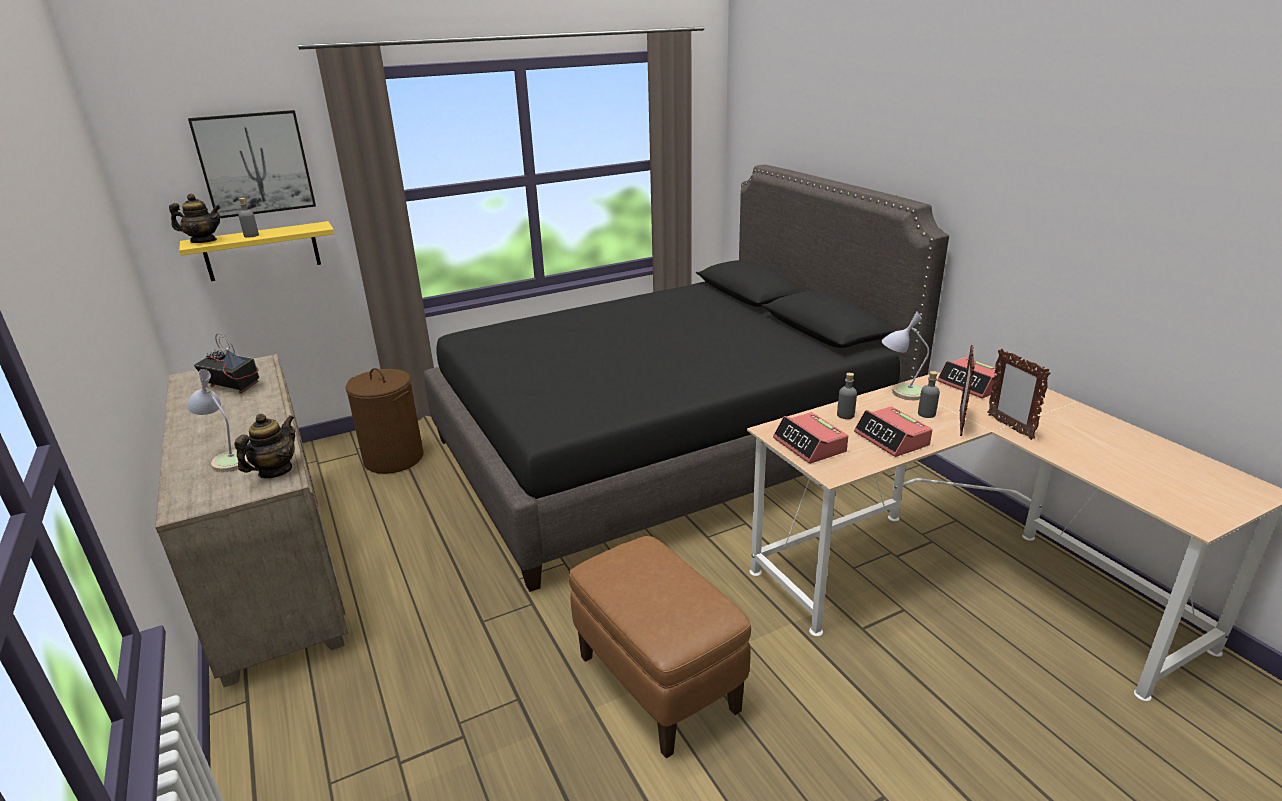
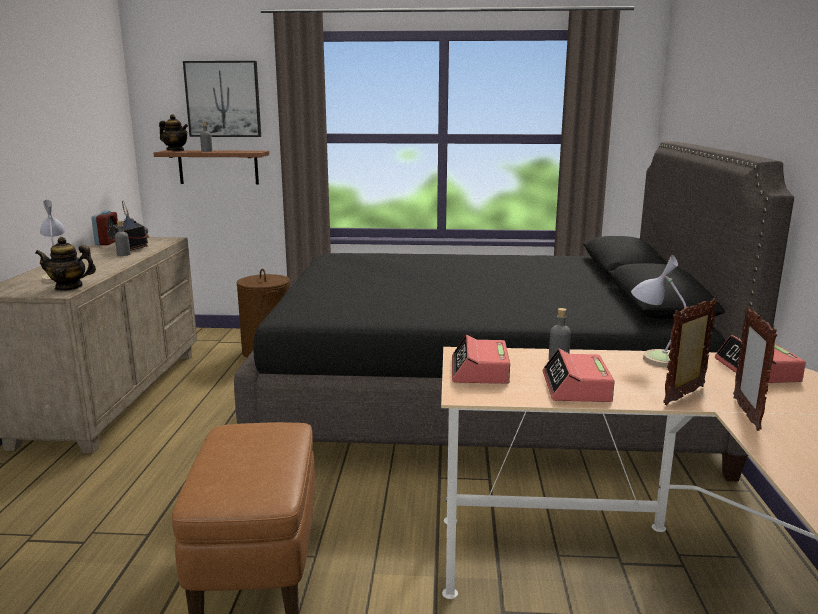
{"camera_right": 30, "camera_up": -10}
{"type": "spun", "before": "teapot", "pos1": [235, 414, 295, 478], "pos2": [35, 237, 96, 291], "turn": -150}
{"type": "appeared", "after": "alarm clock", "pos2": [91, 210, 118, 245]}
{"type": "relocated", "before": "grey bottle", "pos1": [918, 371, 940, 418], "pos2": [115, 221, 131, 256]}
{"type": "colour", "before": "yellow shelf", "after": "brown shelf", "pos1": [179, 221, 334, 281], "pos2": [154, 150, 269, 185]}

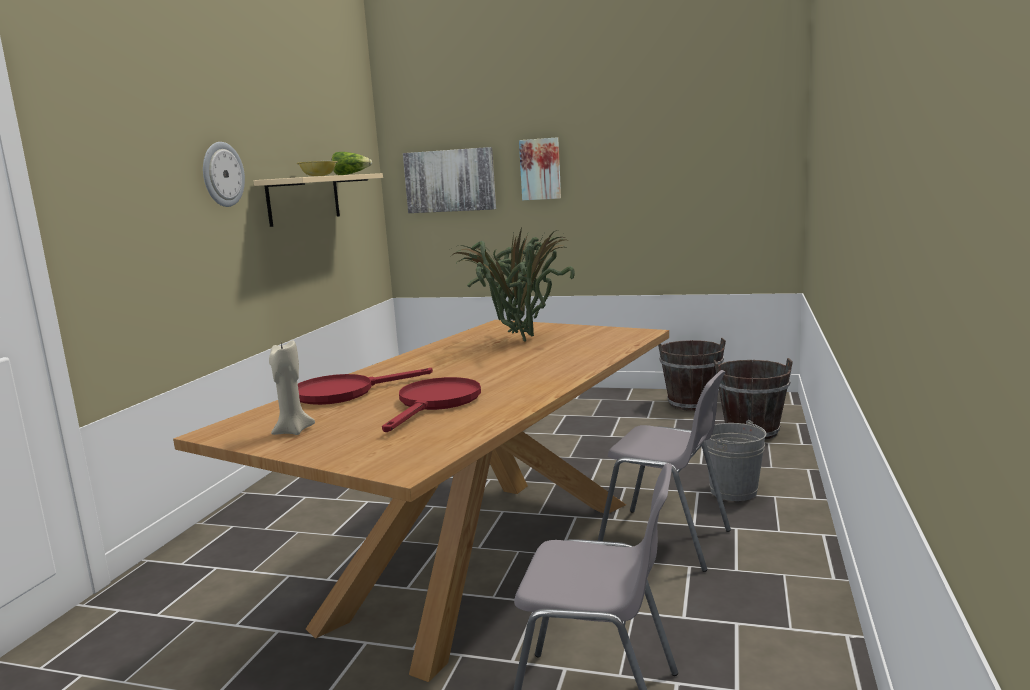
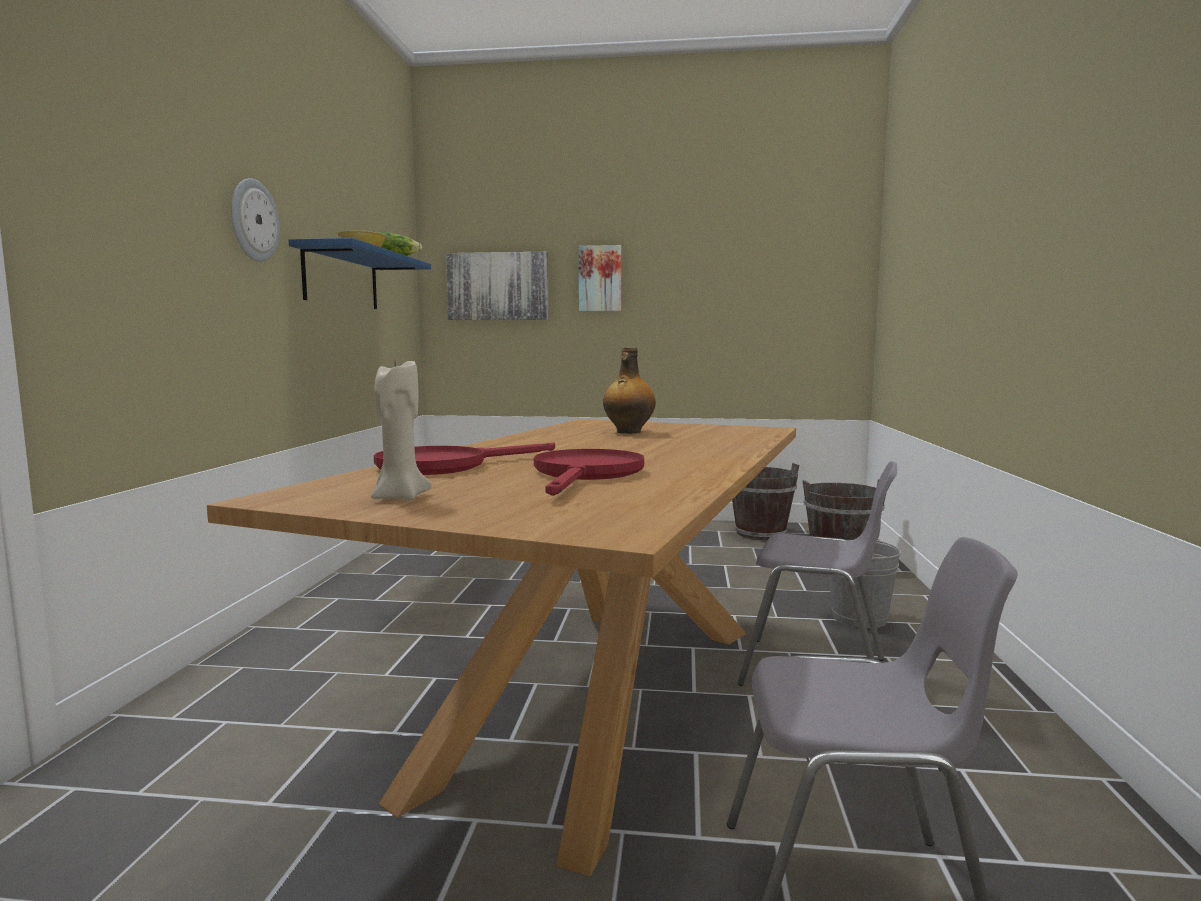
{"camera_right": -10, "camera_up": -5}
{"type": "colour", "before": "beige shelf", "after": "blue shelf", "pos1": [254, 173, 383, 227], "pos2": [289, 238, 431, 309]}
{"type": "exchanged", "before": "potted plant", "after": "bottle", "pos1": [450, 227, 575, 342], "pos2": [603, 347, 656, 434]}

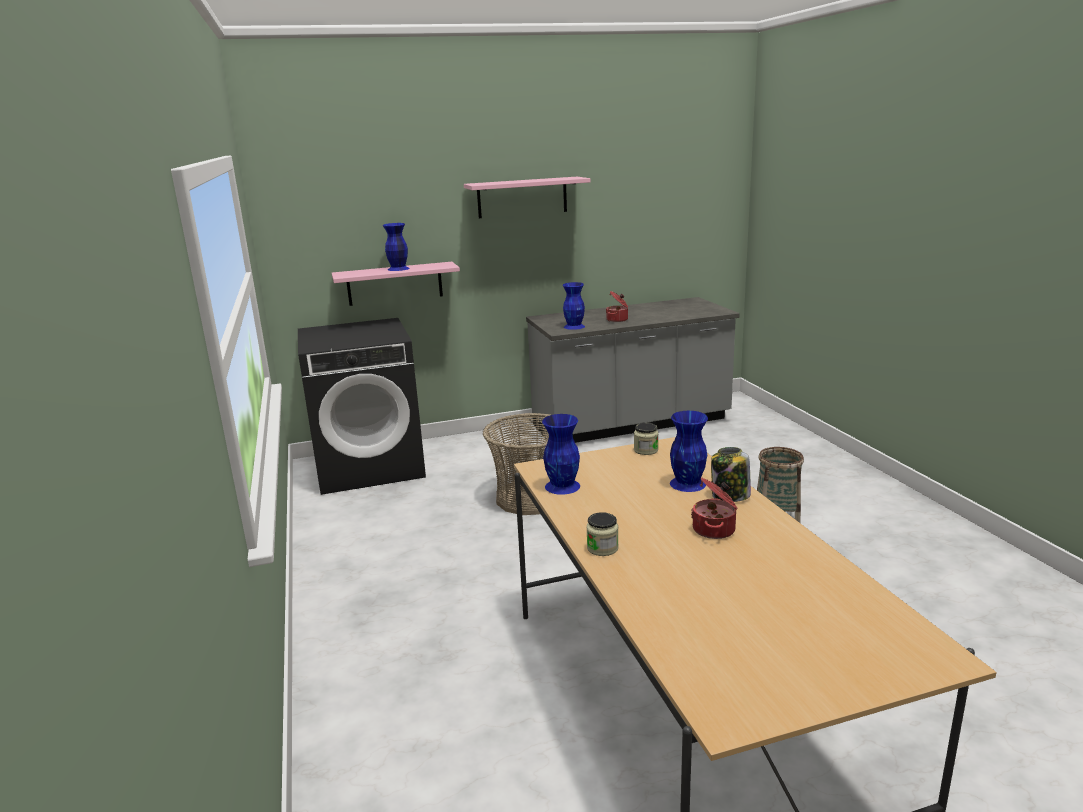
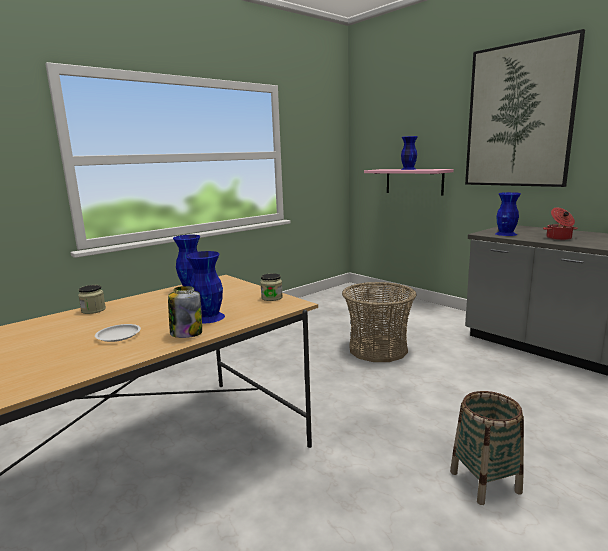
{"camera_right": 65, "camera_up": -5}
{"type": "exchanged", "before": "cooking pot", "after": "white plate", "pos1": [691, 477, 738, 539], "pos2": [95, 324, 141, 342]}
{"type": "exchanged", "before": "pink shelf", "after": "picture", "pos1": [464, 177, 590, 218], "pos2": [465, 29, 585, 187]}
{"type": "missing", "before": "black washing machine", "pos1": [298, 318, 426, 495]}

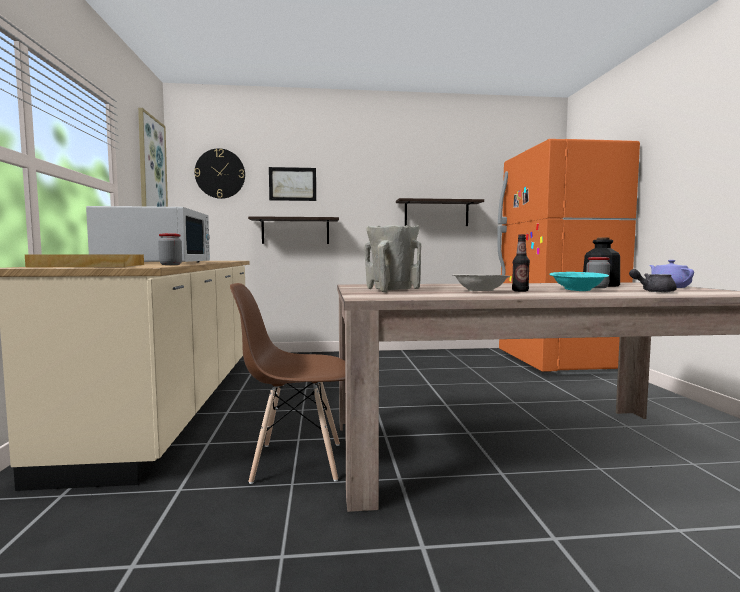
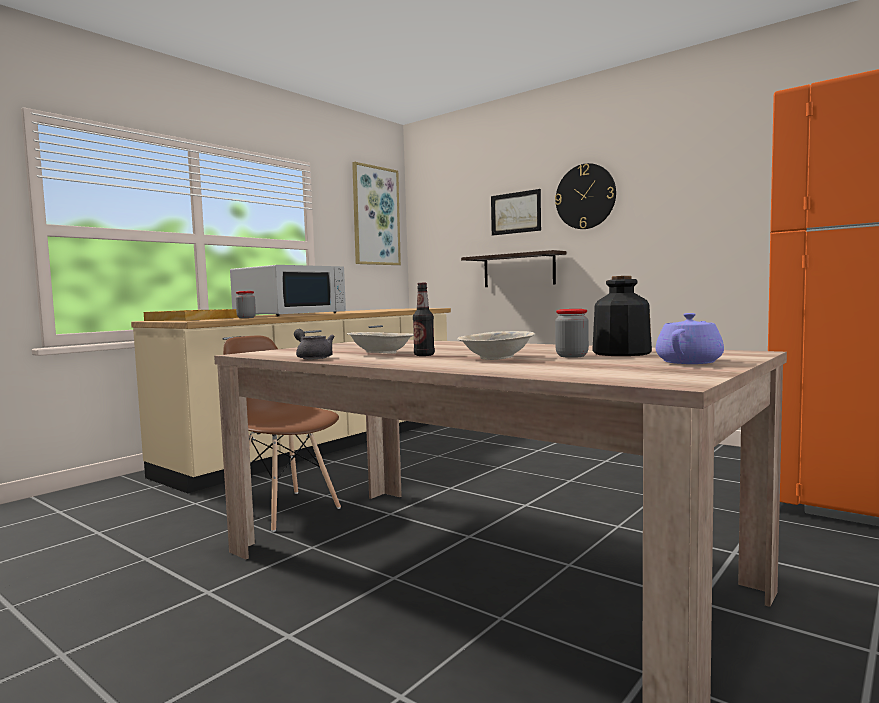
{"camera_right": 45, "camera_up": 0}
{"type": "relocated", "before": "grey teapot", "pos1": [629, 269, 677, 292], "pos2": [294, 329, 334, 359]}
{"type": "colour", "before": "turquoise bowl", "after": "beige bowl", "pos1": [549, 272, 609, 291], "pos2": [457, 331, 535, 360]}
{"type": "relocated", "before": "wall clock", "pos1": [194, 148, 245, 199], "pos2": [555, 163, 616, 229]}
{"type": "missing", "before": "beige vase", "pos1": [365, 225, 421, 292]}
{"type": "missing", "before": "shelf", "pos1": [396, 198, 484, 226]}

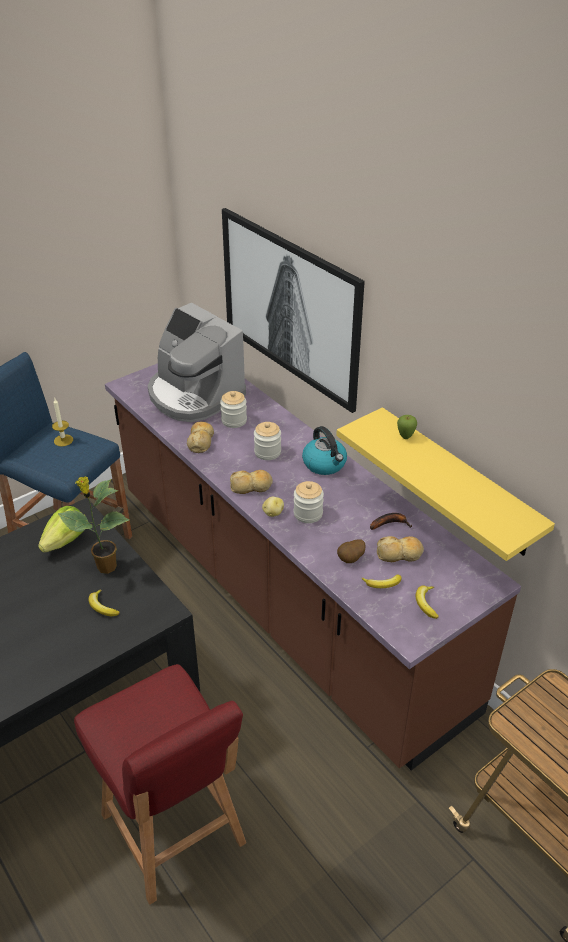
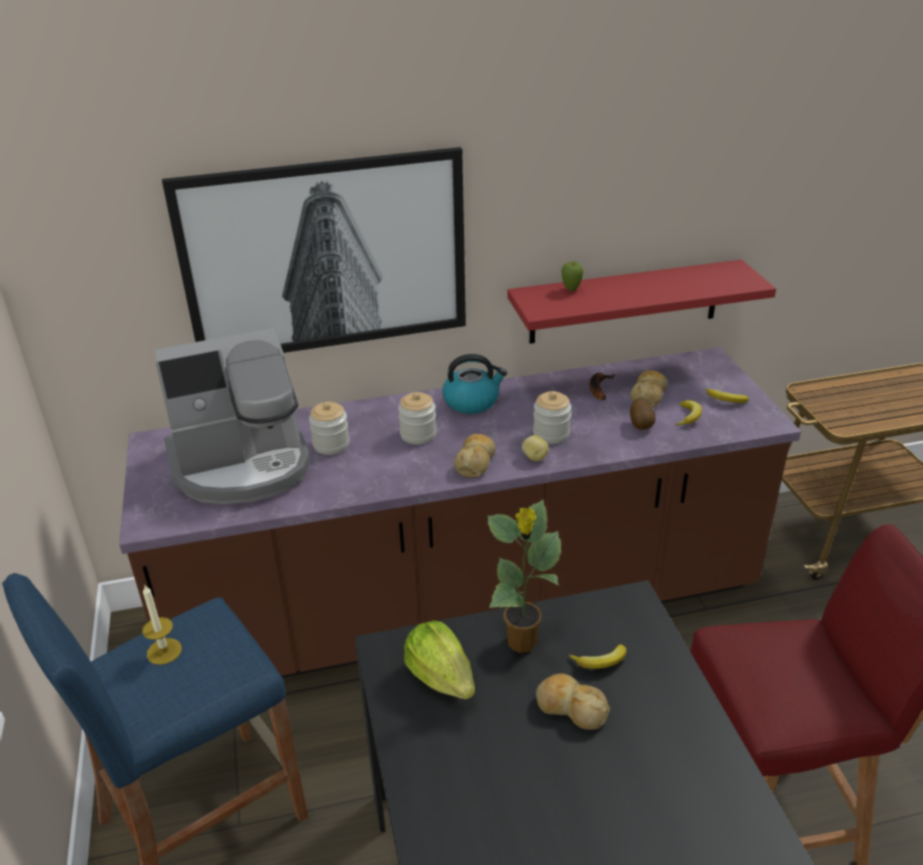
{"camera_right": -65, "camera_up": -5}
{"type": "colour", "before": "yellow shelf", "after": "red shelf", "pos1": [336, 407, 555, 561], "pos2": [507, 259, 776, 344]}
{"type": "relocated", "before": "bread", "pos1": [187, 422, 214, 453], "pos2": [536, 674, 610, 730]}

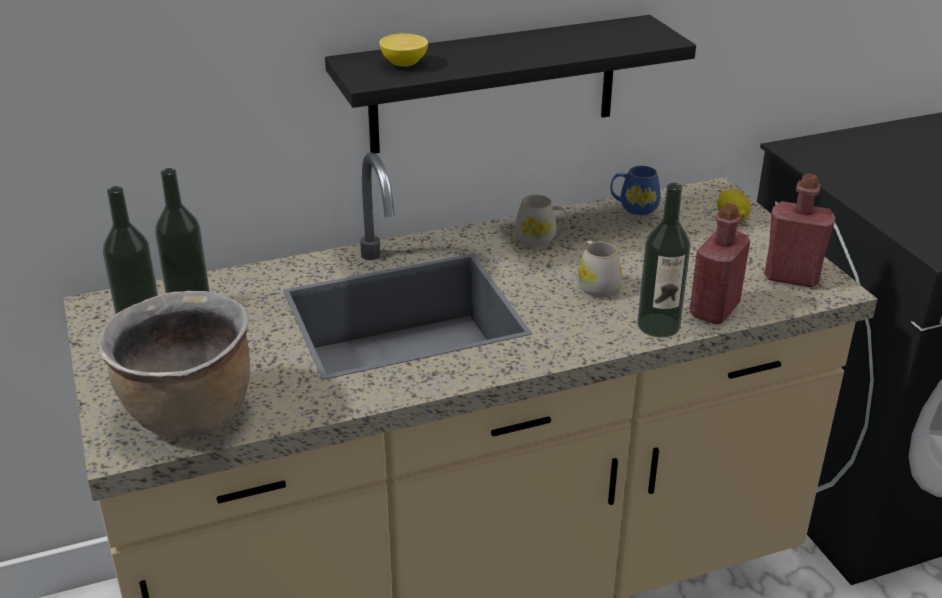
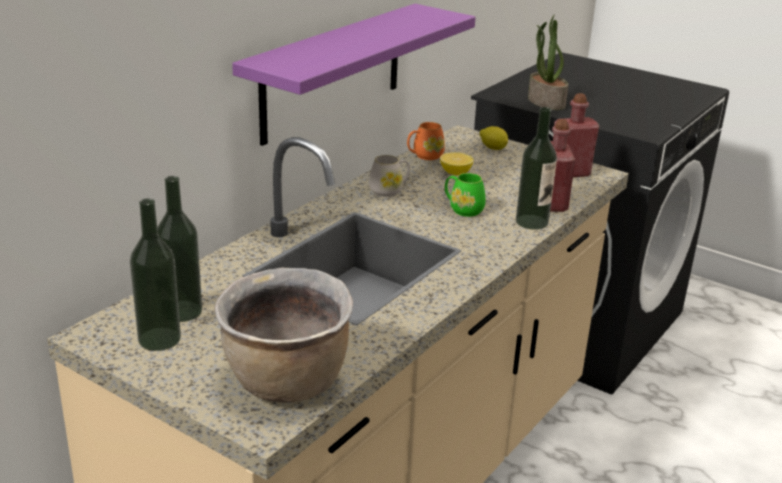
{"camera_right": -35, "camera_up": -5}
{"type": "colour", "before": "black shelf", "after": "purple shelf", "pos1": [325, 15, 696, 153], "pos2": [232, 4, 476, 146]}
{"type": "colour", "before": "blue mug", "after": "orange mug", "pos1": [610, 166, 661, 215], "pos2": [407, 122, 445, 160]}
{"type": "relocated", "before": "lemon", "pos1": [379, 33, 428, 67], "pos2": [440, 152, 474, 176]}
{"type": "colour", "before": "white mug", "after": "green mug", "pos1": [577, 241, 622, 297], "pos2": [445, 173, 486, 217]}
{"type": "appeared", "after": "potted plant", "pos2": [528, 14, 568, 110]}

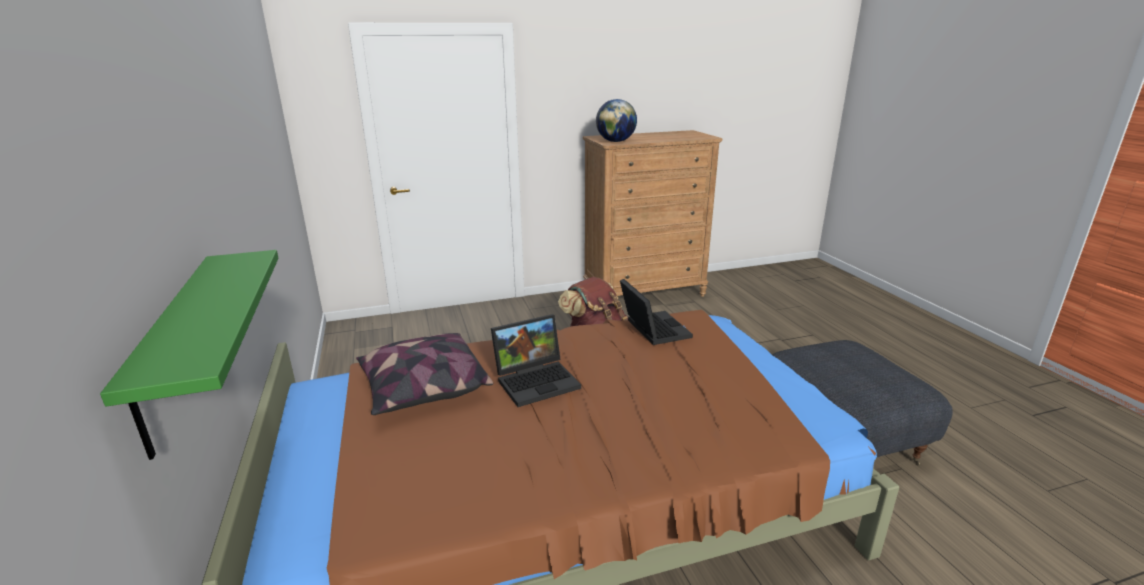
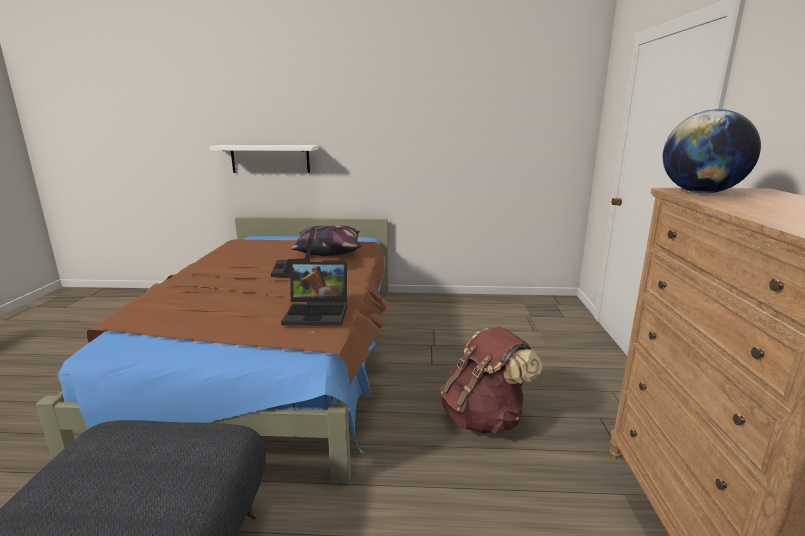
{"camera_right": 110, "camera_up": -5}
{"type": "colour", "before": "green shelf", "after": "white shelf", "pos1": [100, 250, 278, 460], "pos2": [209, 145, 319, 173]}

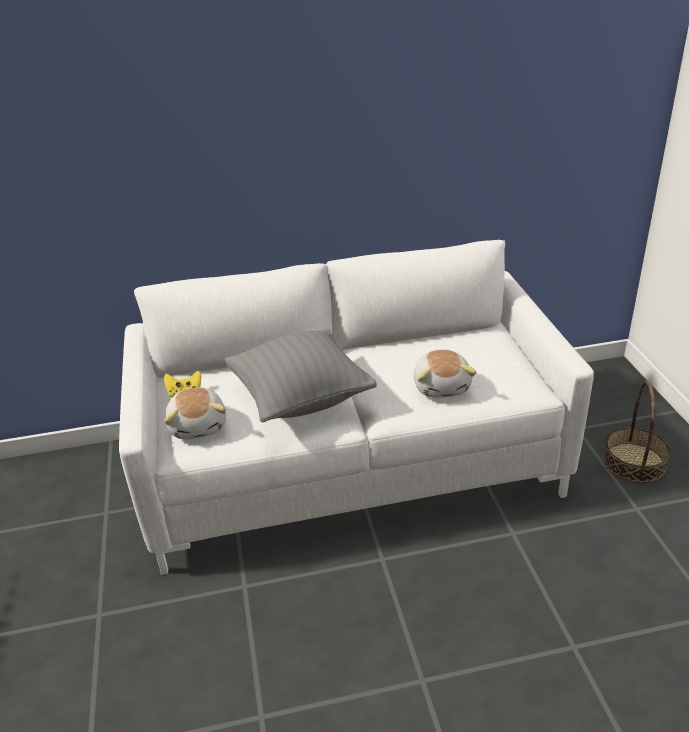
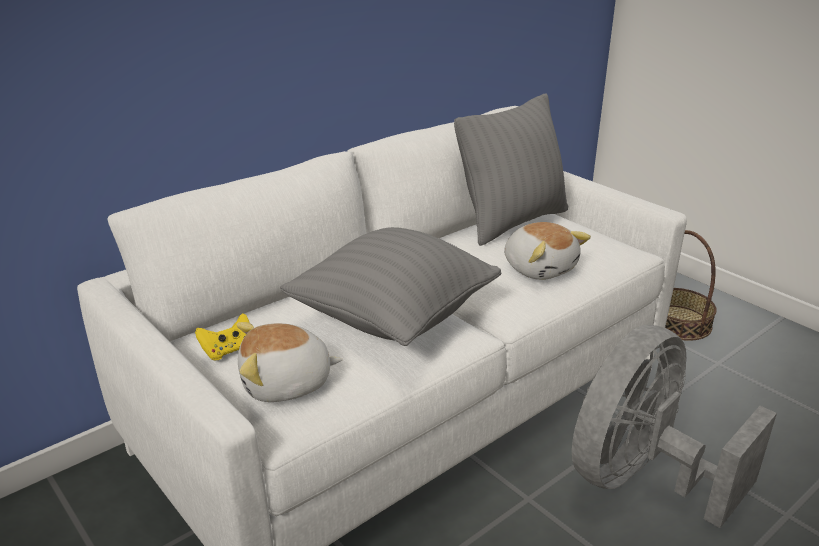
{"camera_right": -30, "camera_up": -5}
{"type": "spun", "before": "plush toy", "pos1": [165, 387, 226, 440], "pos2": [237, 322, 343, 402], "turn": 120}
{"type": "appeared", "after": "grey pillow", "pos2": [454, 93, 568, 246]}
{"type": "appeared", "after": "grey fan", "pos2": [572, 325, 777, 528]}

